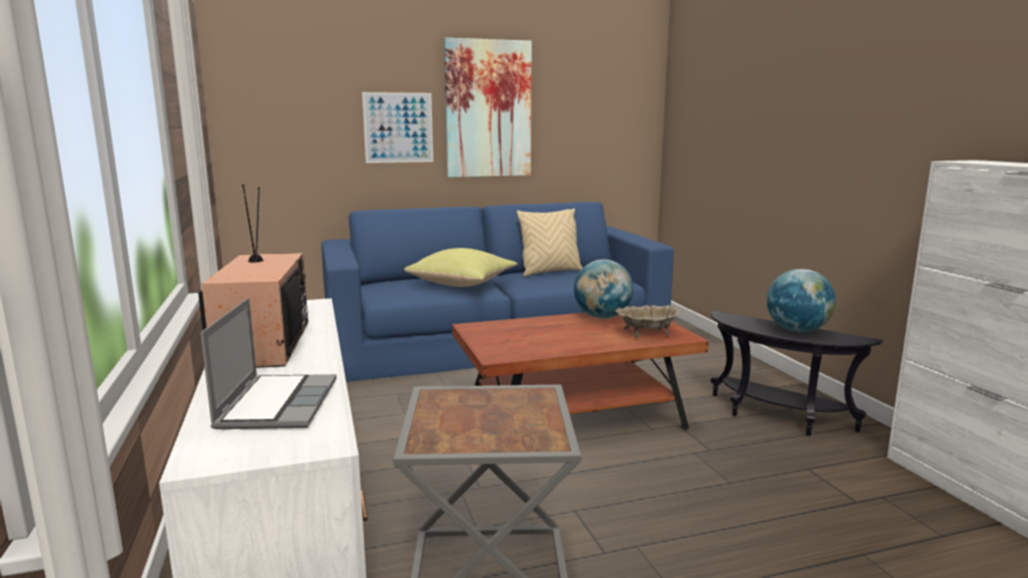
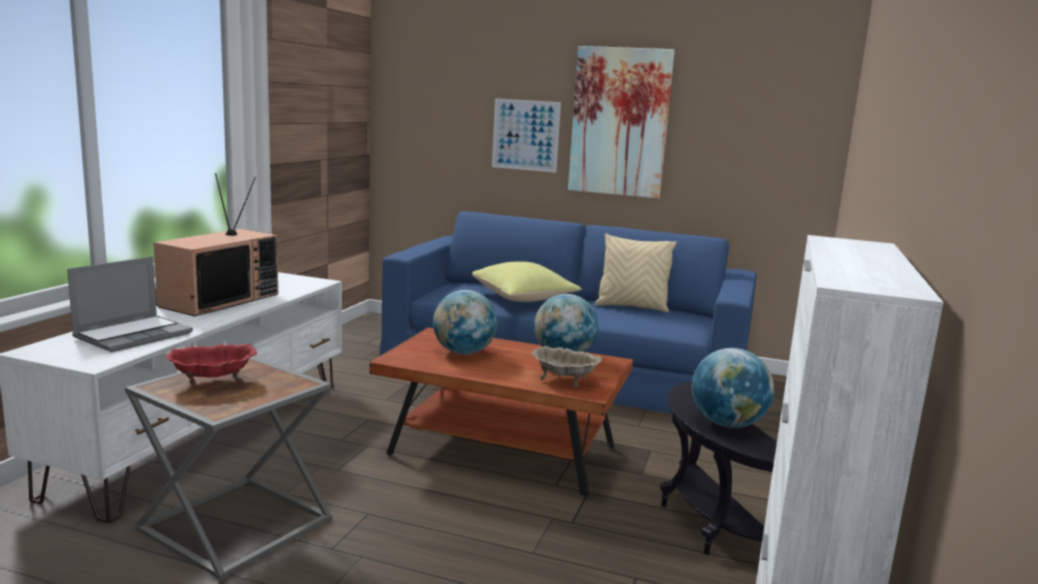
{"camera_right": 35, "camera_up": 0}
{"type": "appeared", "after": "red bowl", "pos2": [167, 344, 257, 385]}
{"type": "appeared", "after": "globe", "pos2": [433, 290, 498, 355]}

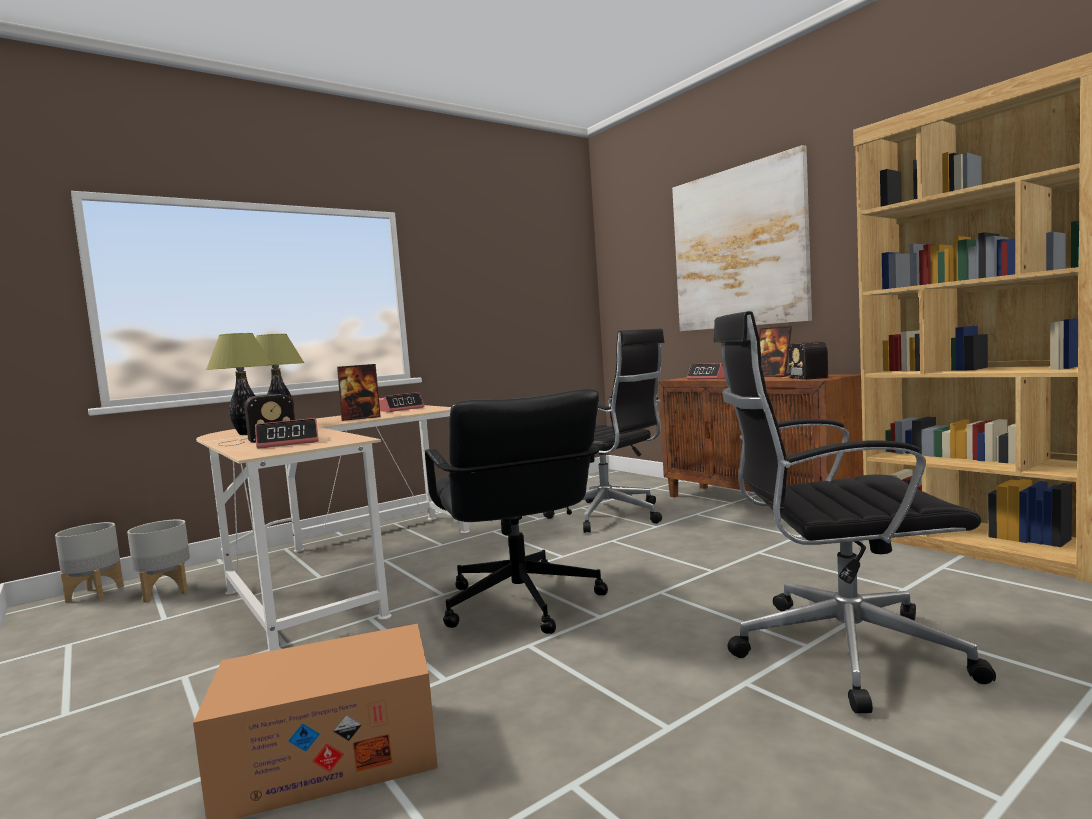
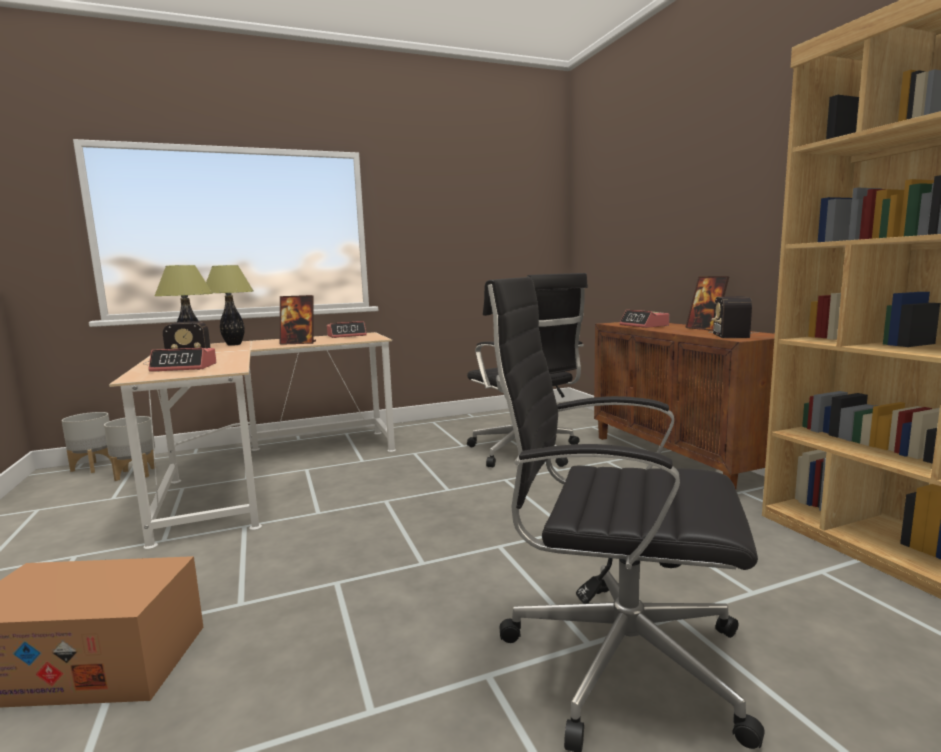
{"camera_right": 15, "camera_up": 5}
{"type": "missing", "before": "black office chair", "pos1": [425, 389, 608, 634]}
{"type": "missing", "before": "picture", "pos1": [672, 145, 812, 332]}

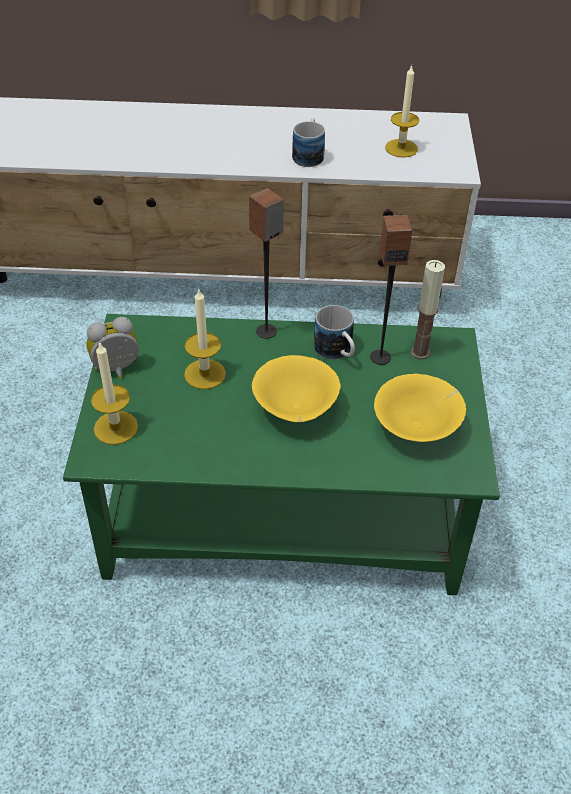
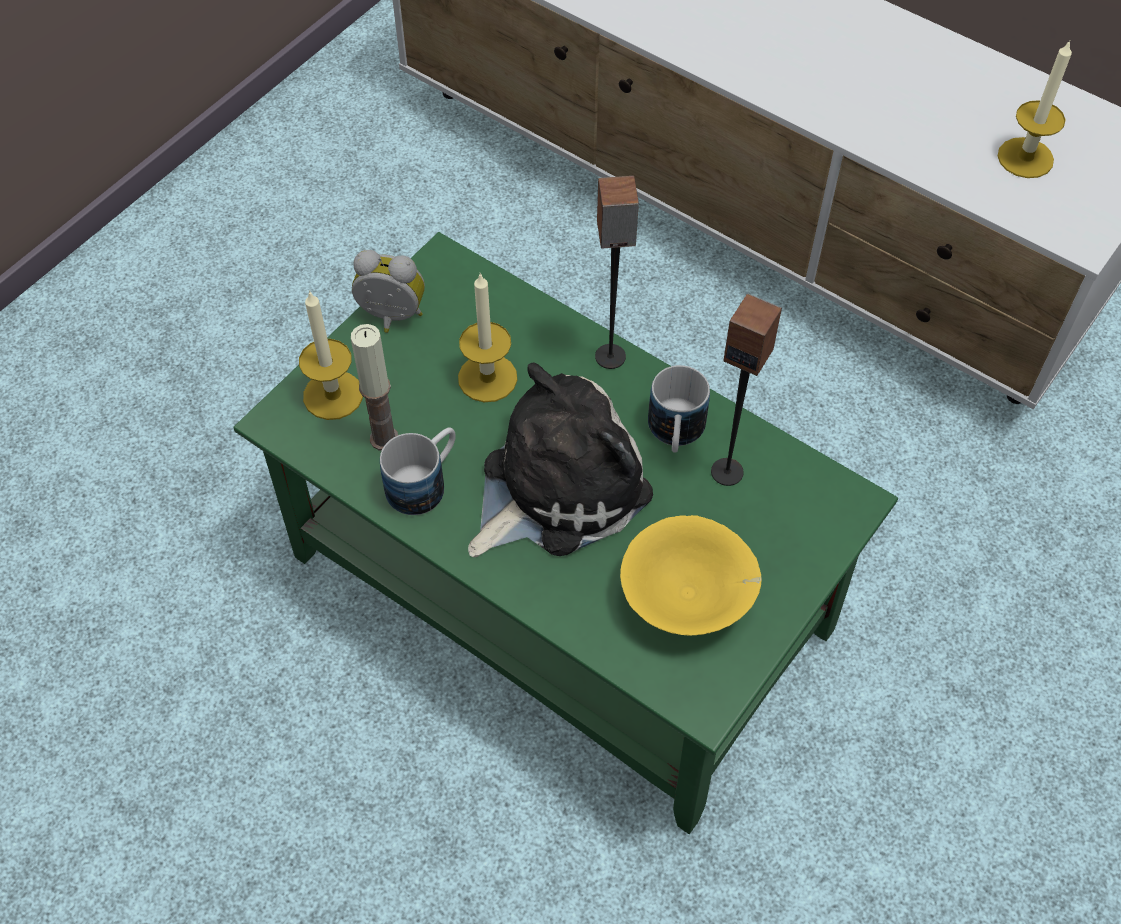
{"camera_right": 35, "camera_up": 10}
{"type": "relocated", "before": "candle", "pos1": [411, 260, 445, 359], "pos2": [351, 324, 398, 451]}
{"type": "relocated", "before": "mug", "pos1": [292, 118, 325, 167], "pos2": [380, 428, 456, 515]}
{"type": "exchanged", "before": "yellow bowl", "after": "plush toy", "pos1": [252, 355, 341, 422], "pos2": [468, 363, 653, 557]}

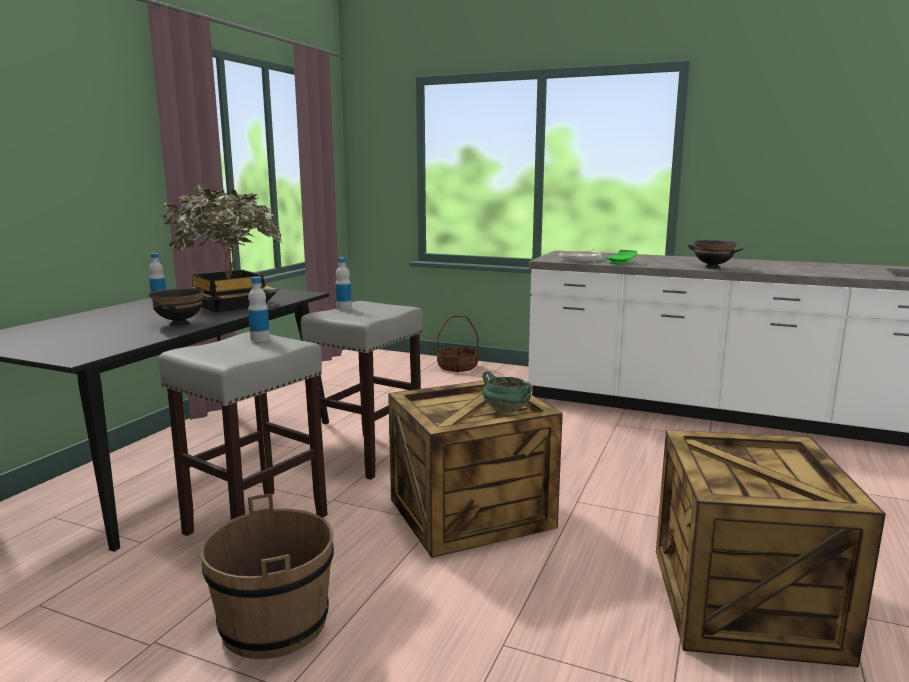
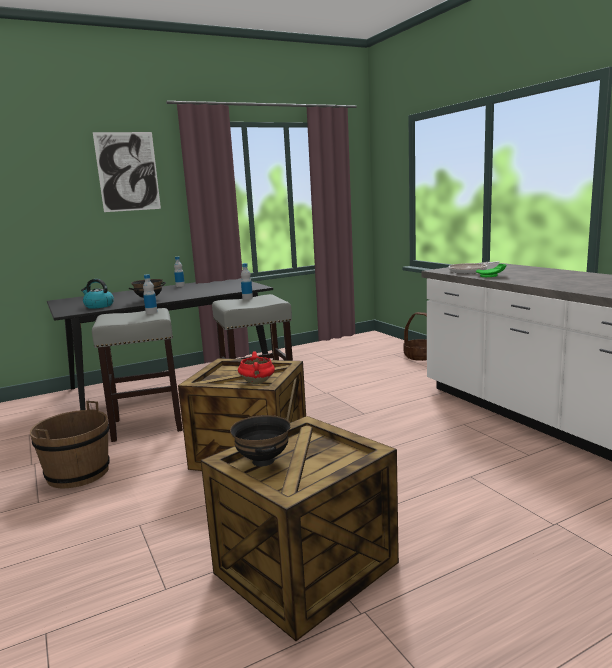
{"camera_right": 40, "camera_up": 0}
{"type": "appeared", "after": "kettle", "pos2": [81, 279, 114, 309]}
{"type": "appeared", "after": "picture", "pos2": [93, 132, 161, 212]}
{"type": "relocated", "before": "black bowl", "pos1": [687, 240, 743, 269], "pos2": [230, 415, 291, 467]}
{"type": "colour", "before": "green cooking pot", "after": "red cooking pot", "pos1": [482, 371, 532, 414], "pos2": [238, 351, 275, 384]}
{"type": "missing", "before": "potted plant", "pos1": [157, 184, 283, 312]}

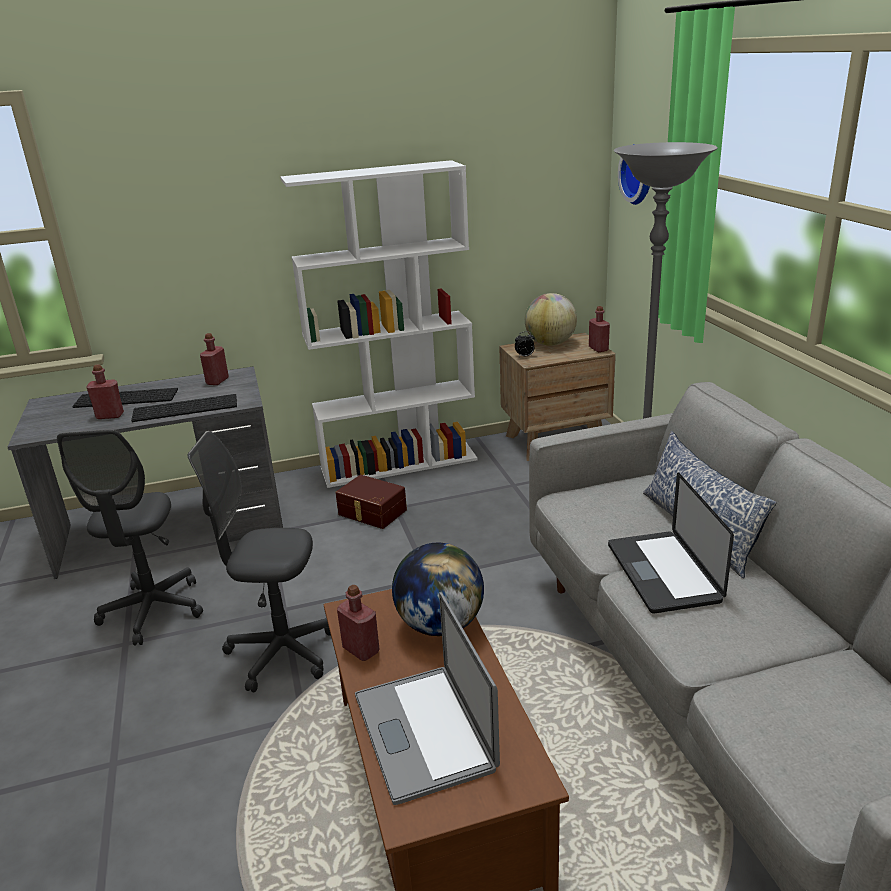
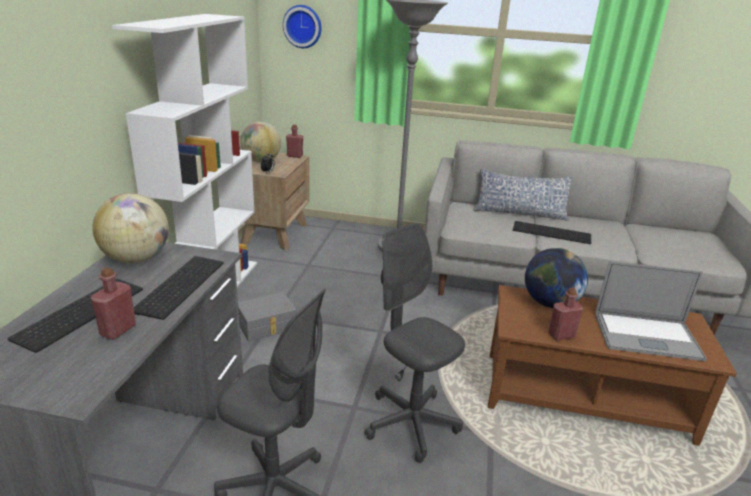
{"camera_right": -65, "camera_up": 0}
{"type": "exchanged", "before": "red bottle", "after": "globe", "pos1": [200, 333, 229, 385], "pos2": [92, 193, 169, 263]}
{"type": "colour", "before": "brown storage box", "after": "grey storage box", "pos1": [335, 475, 407, 529], "pos2": [238, 292, 297, 342]}
{"type": "spun", "before": "grey office chair", "pos1": [188, 431, 331, 693], "pos2": [365, 223, 465, 463], "turn": 105}
{"type": "exchanged", "before": "laptop", "after": "keyboard", "pos1": [608, 473, 734, 614], "pos2": [513, 221, 591, 244]}

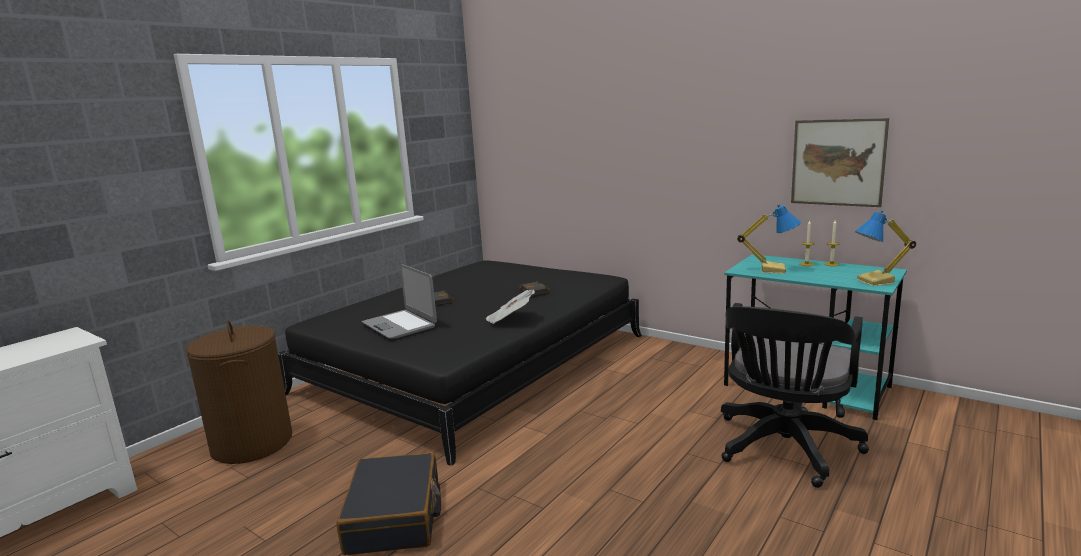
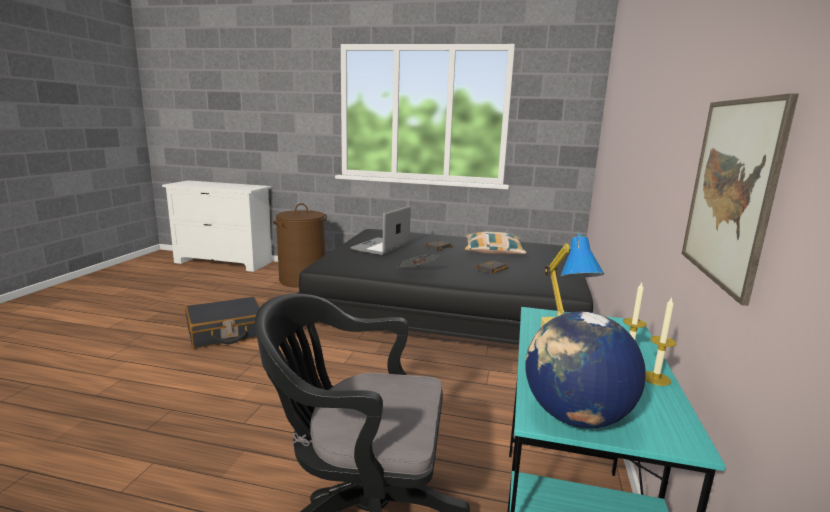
{"camera_right": 65, "camera_up": 0}
{"type": "appeared", "after": "pillow", "pos2": [465, 231, 526, 254]}
{"type": "exchanged", "before": "table lamp", "after": "globe", "pos1": [855, 210, 916, 286], "pos2": [525, 312, 646, 428]}

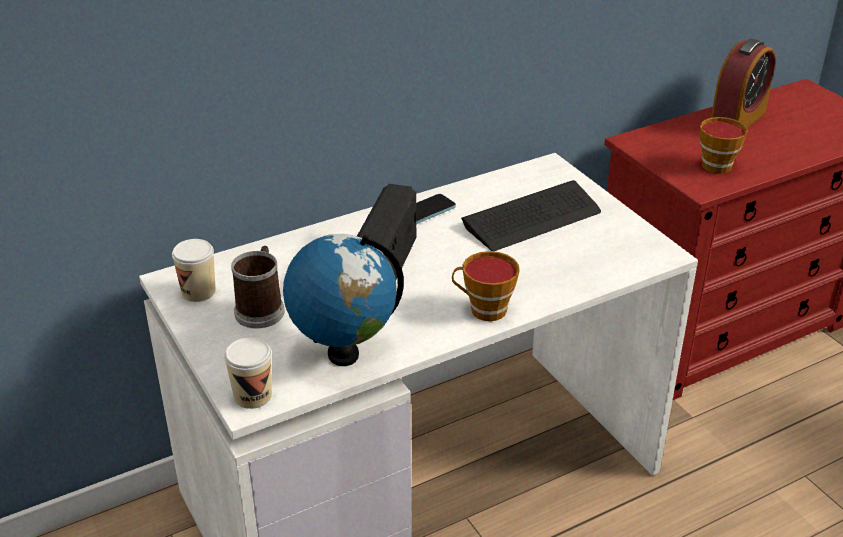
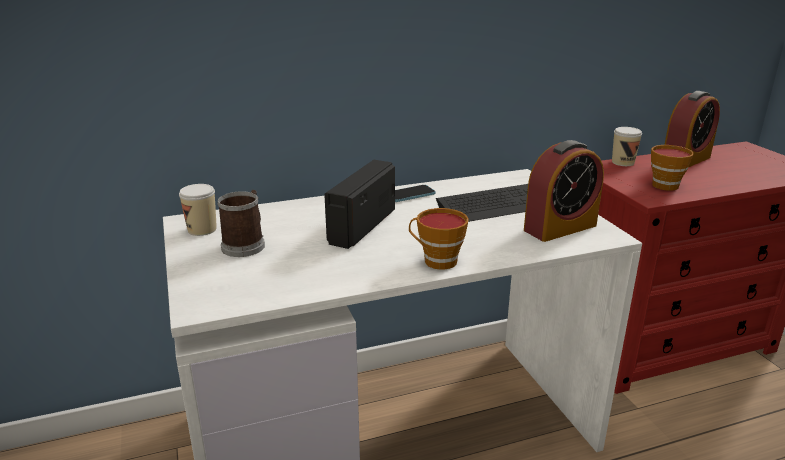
{"camera_right": 10, "camera_up": -10}
{"type": "appeared", "after": "alarm clock", "pos2": [524, 140, 604, 242]}
{"type": "relocated", "before": "cup", "pos1": [224, 338, 272, 409], "pos2": [612, 127, 642, 166]}
{"type": "missing", "before": "globe", "pos1": [283, 234, 404, 366]}

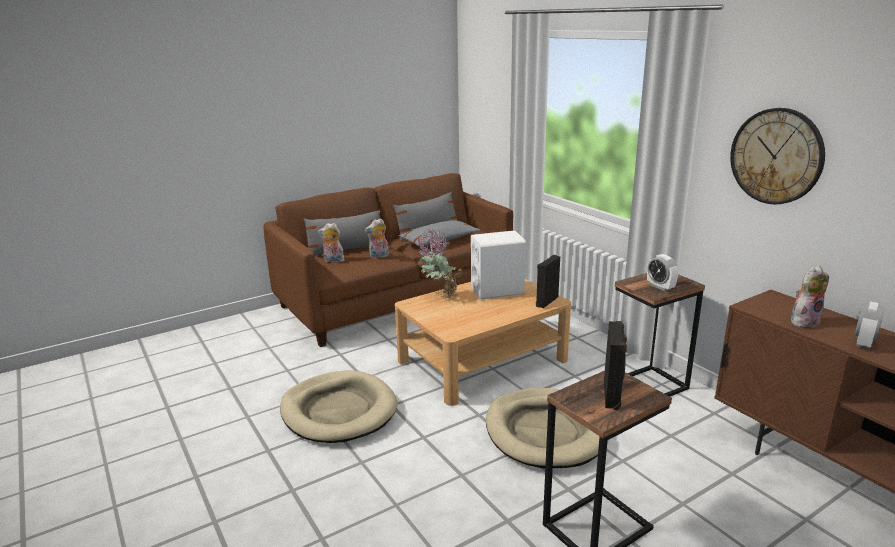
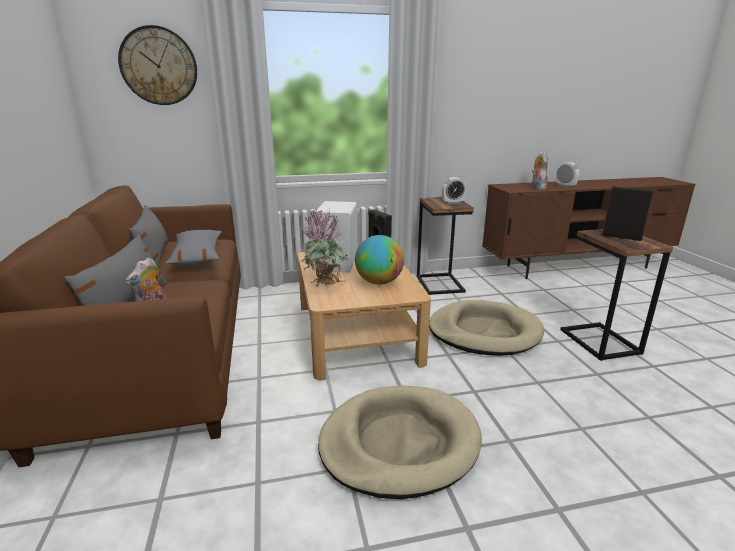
{"camera_right": -70, "camera_up": 0}
{"type": "relocated", "before": "wall clock", "pos1": [730, 108, 825, 204], "pos2": [118, 25, 197, 105]}
{"type": "appeared", "after": "globe", "pos2": [355, 235, 404, 285]}
{"type": "missing", "before": "plush toy", "pos1": [365, 218, 389, 259]}

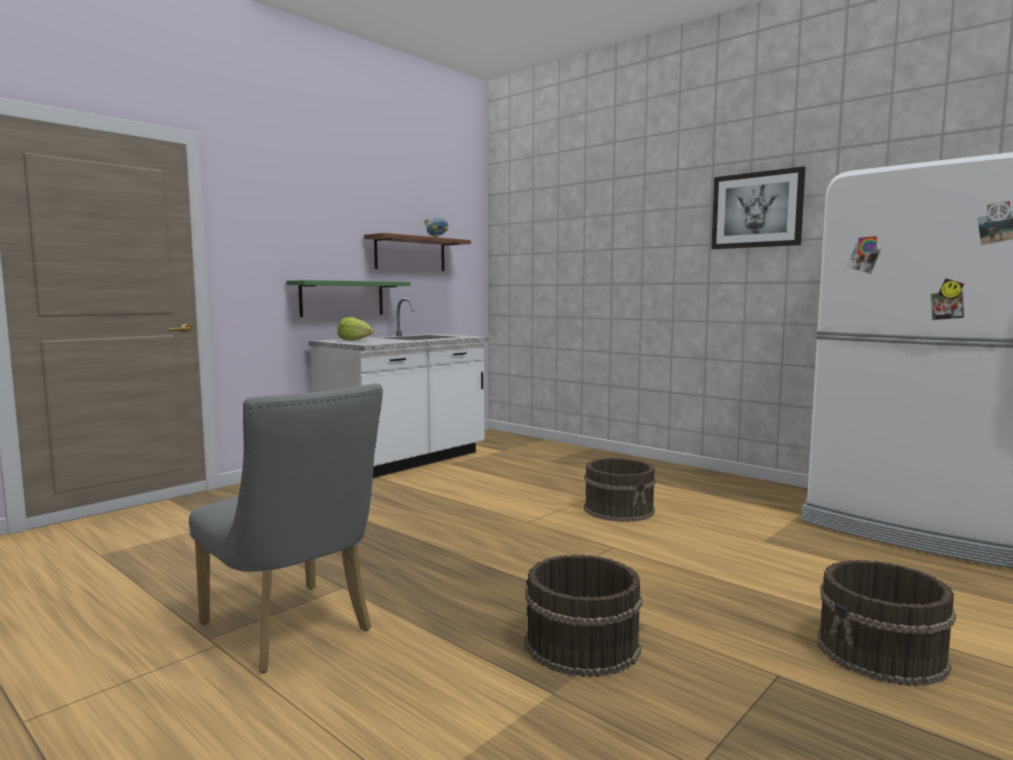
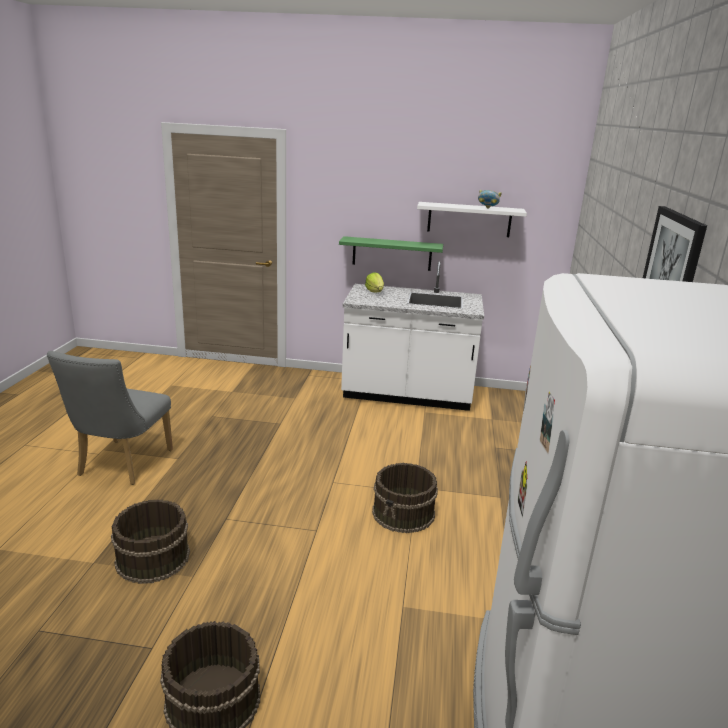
{"camera_right": 55, "camera_up": 15}
{"type": "colour", "before": "brown shelf", "after": "white shelf", "pos1": [364, 233, 471, 271], "pos2": [417, 202, 527, 237]}

